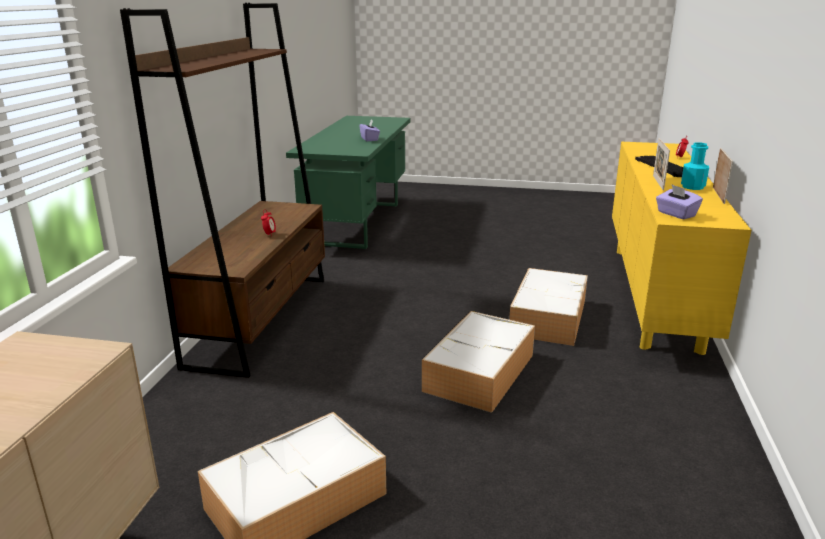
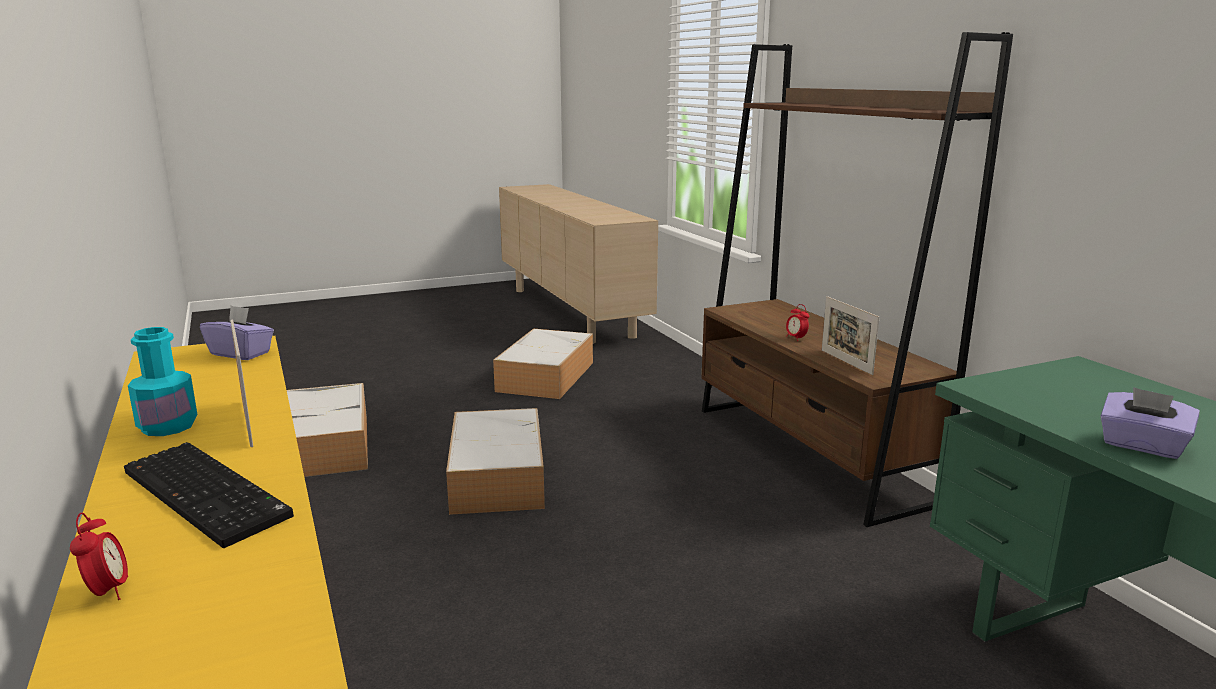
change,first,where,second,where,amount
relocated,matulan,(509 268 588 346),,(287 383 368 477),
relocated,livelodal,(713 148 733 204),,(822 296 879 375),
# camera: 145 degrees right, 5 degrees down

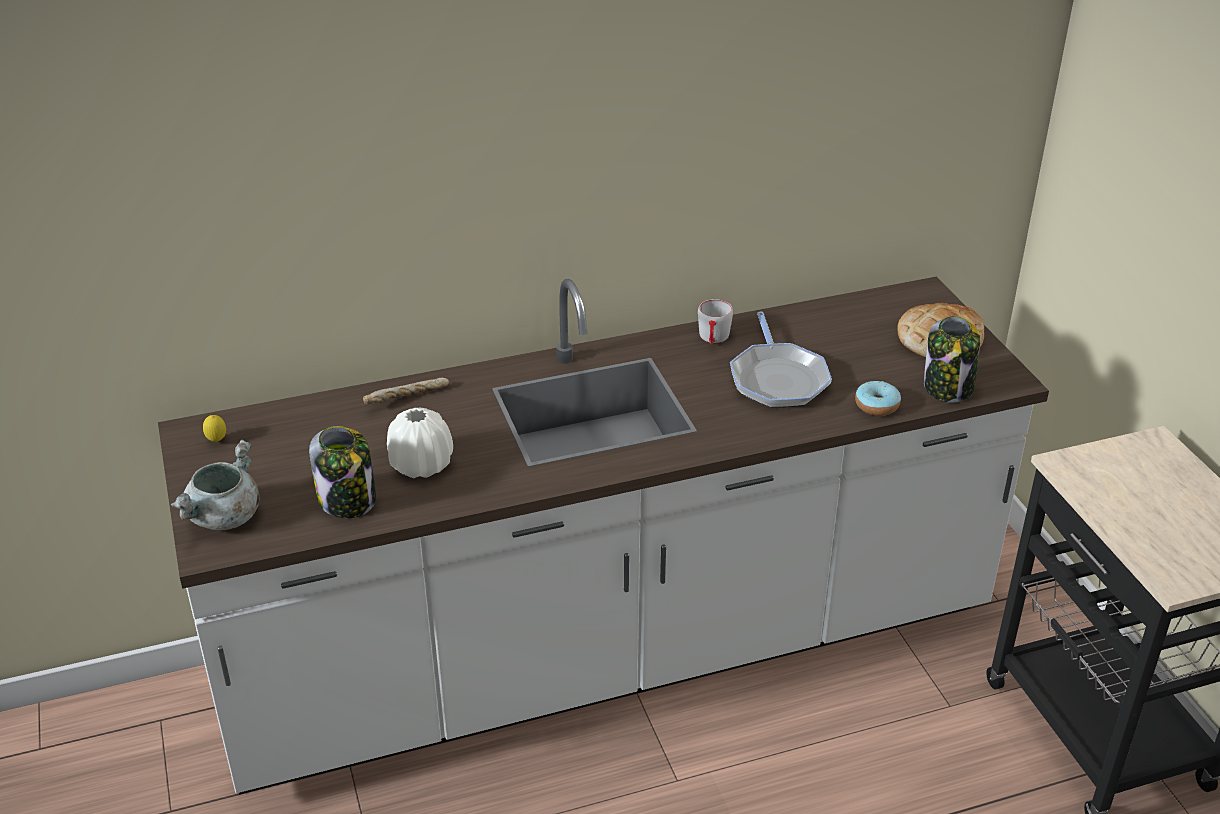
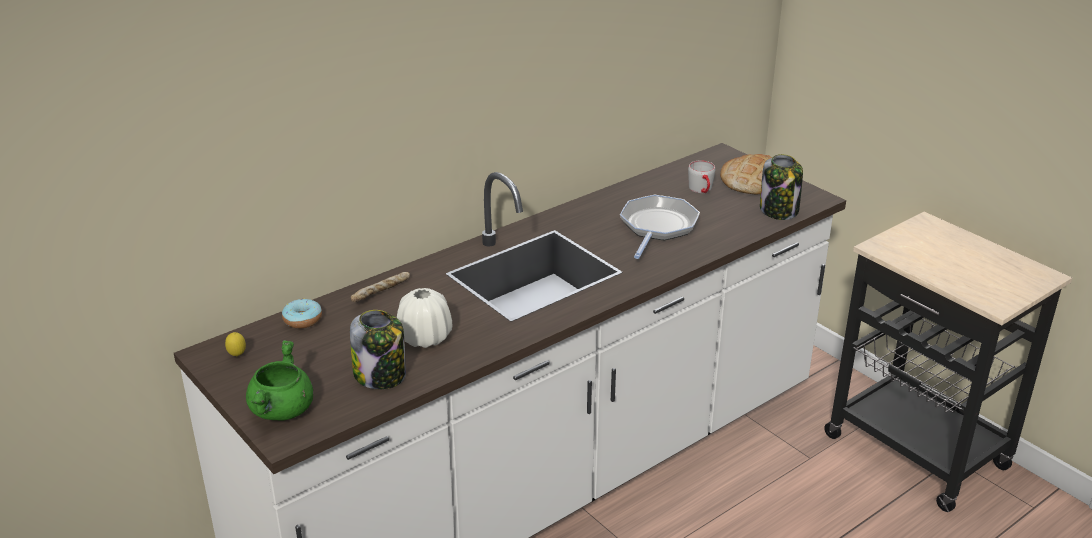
change,first,where,second,where,amount
colour,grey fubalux,(171 439 259 530),green fubalux,(246 340 313 420),
relocated,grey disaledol,(698 299 733 344),,(688 160 715 193),
spun,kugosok,(730 311 832 408),,(620 195 700 259),135 degrees counterclockwise
relocated,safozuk,(855 381 901 416),,(282 298 322 328),
# camera: 20 degrees left, 5 degrees down

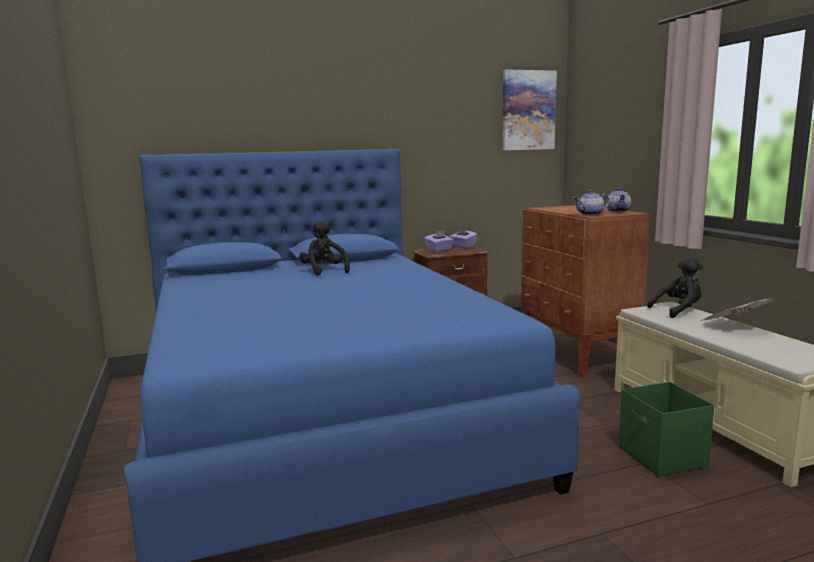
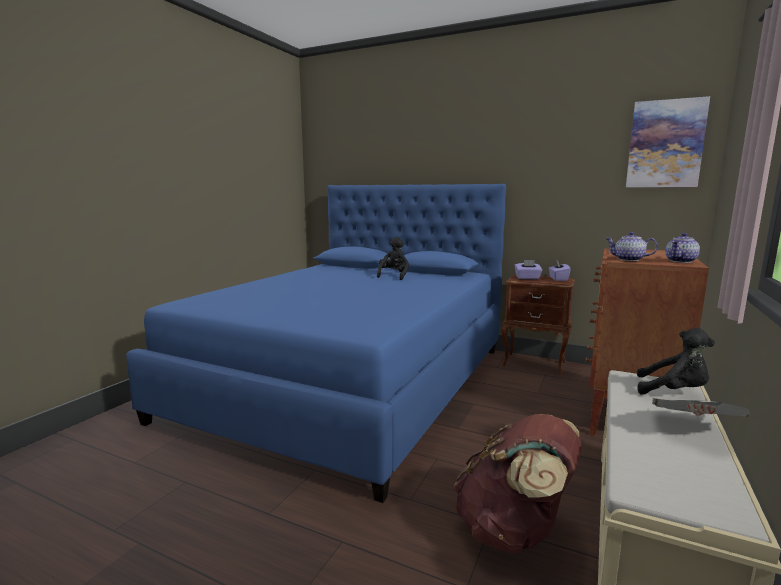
change,first,where,second,where,amount
exchanged,green matulan,(619 382 715 477),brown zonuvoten,(453 414 582 553),
# camera: 45 degrees right, 0 degrees up

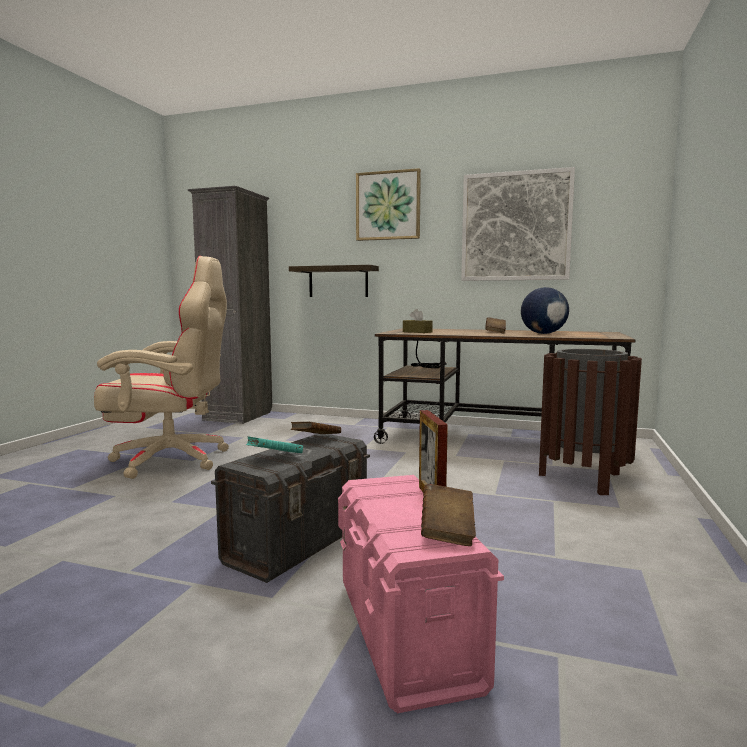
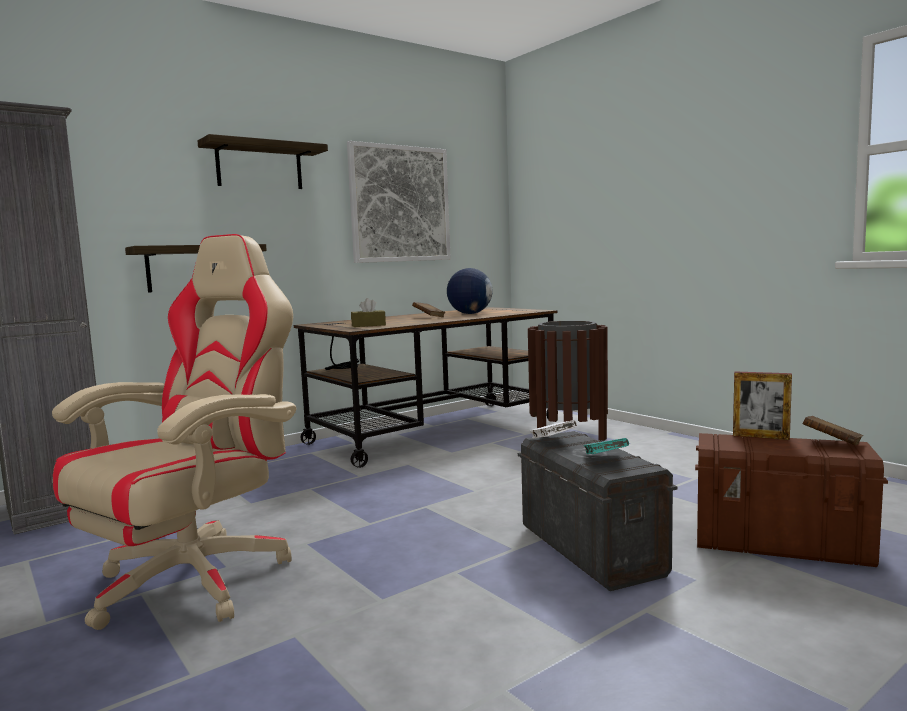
change,first,where,second,where,amount
colour,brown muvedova,(291 422 341 434),white muvedova,(530 420 577 439),
colour,pink matulan,(338 475 504 713),brown matulan,(695 433 888 567),
exchanged,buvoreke,(356 168 421 241),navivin,(198 134 328 189),
# camera: 55 degrees left, 0 degrees up

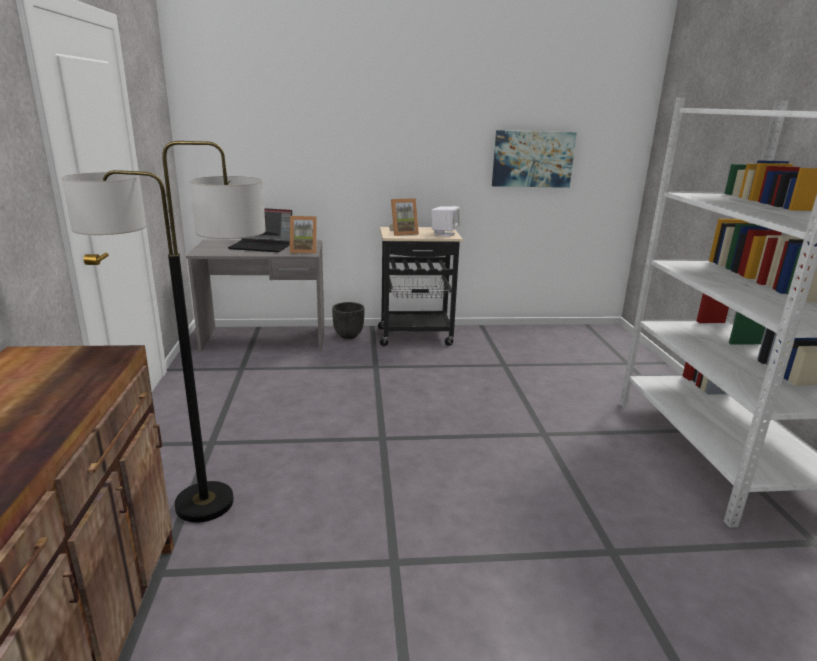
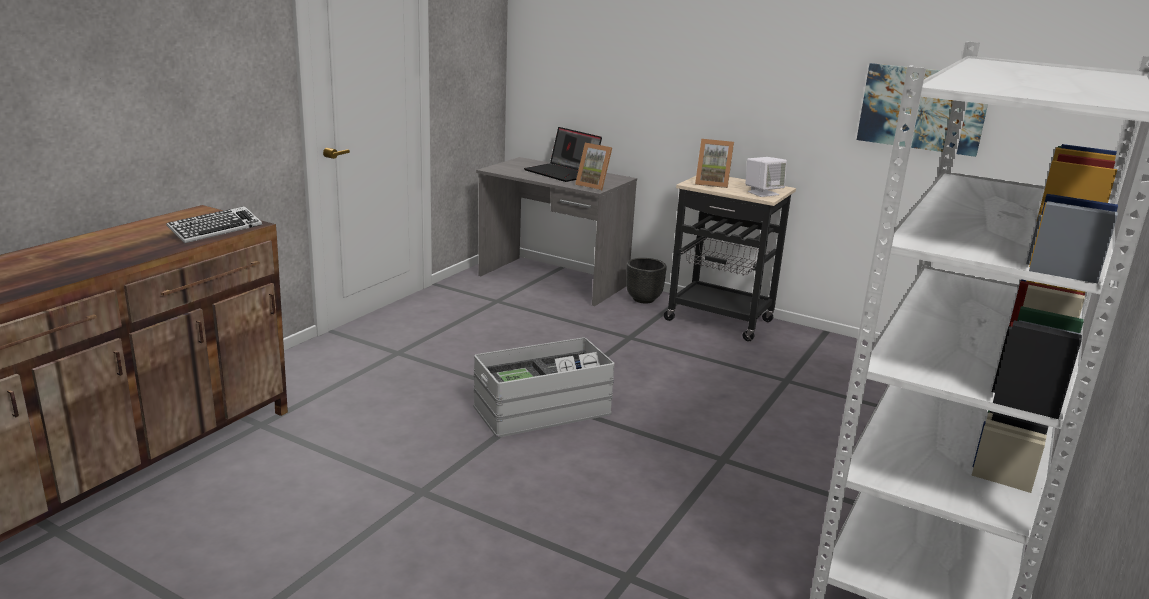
change,first,where,second,where,amount
missing,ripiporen,(62 141 266 523),,,
appeared,,,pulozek,(166 206 262 243),
appeared,,,grey matulan,(473 338 615 437),
# camera: 35 degrees right, 0 degrees up

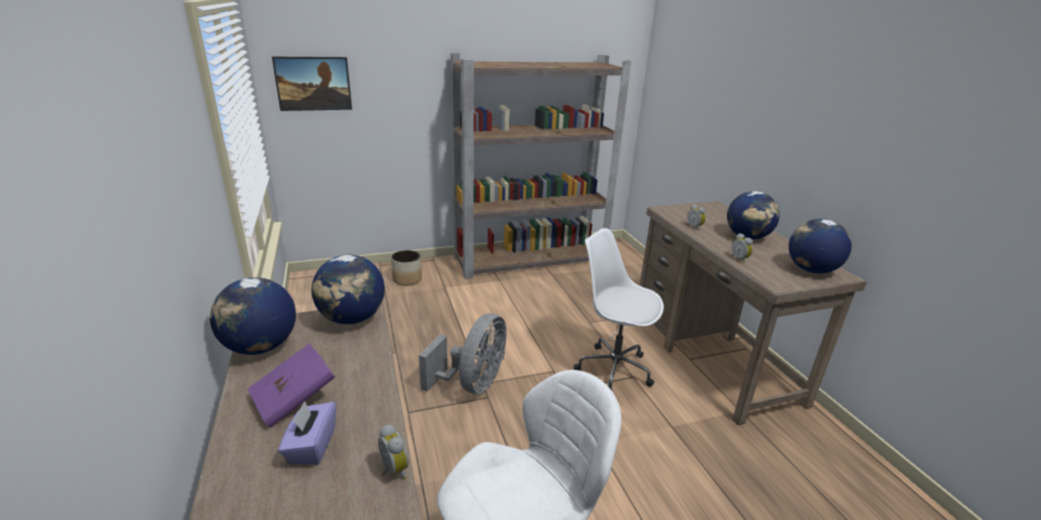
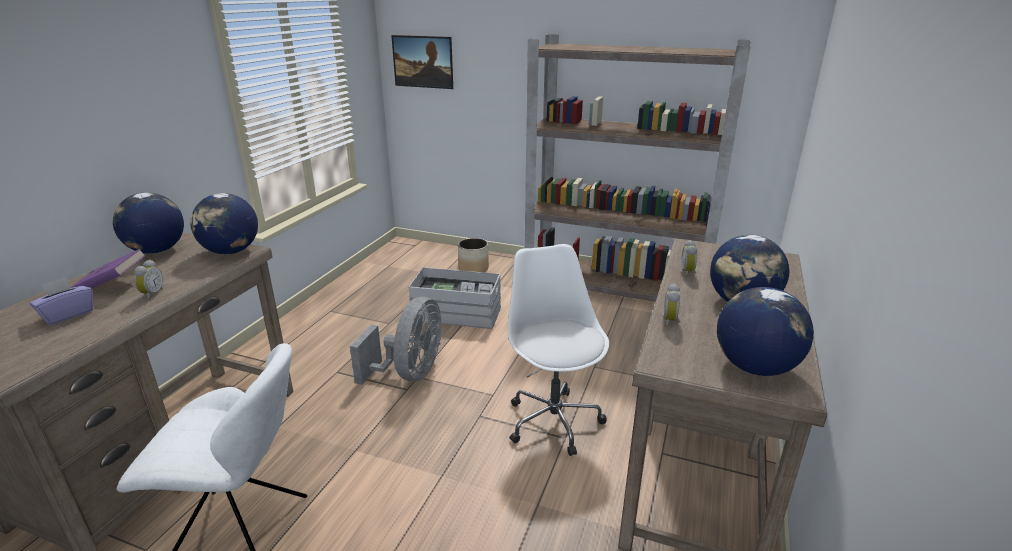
change,first,where,second,where,amount
relocated,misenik,(378 424 409 479),,(134 260 163 300),
spun,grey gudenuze,(419 313 507 394),,(350 297 441 385),45 degrees counterclockwise
appeared,,,grey matulan,(409 267 501 329),
# camera: 40 degrees right, 0 degrees up

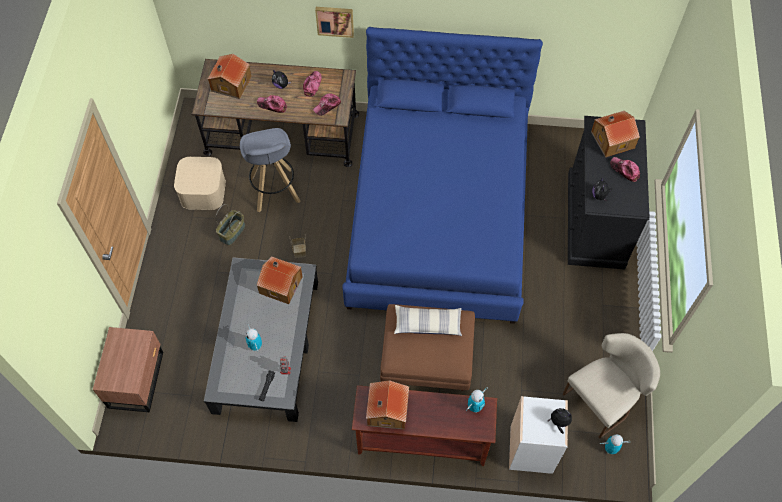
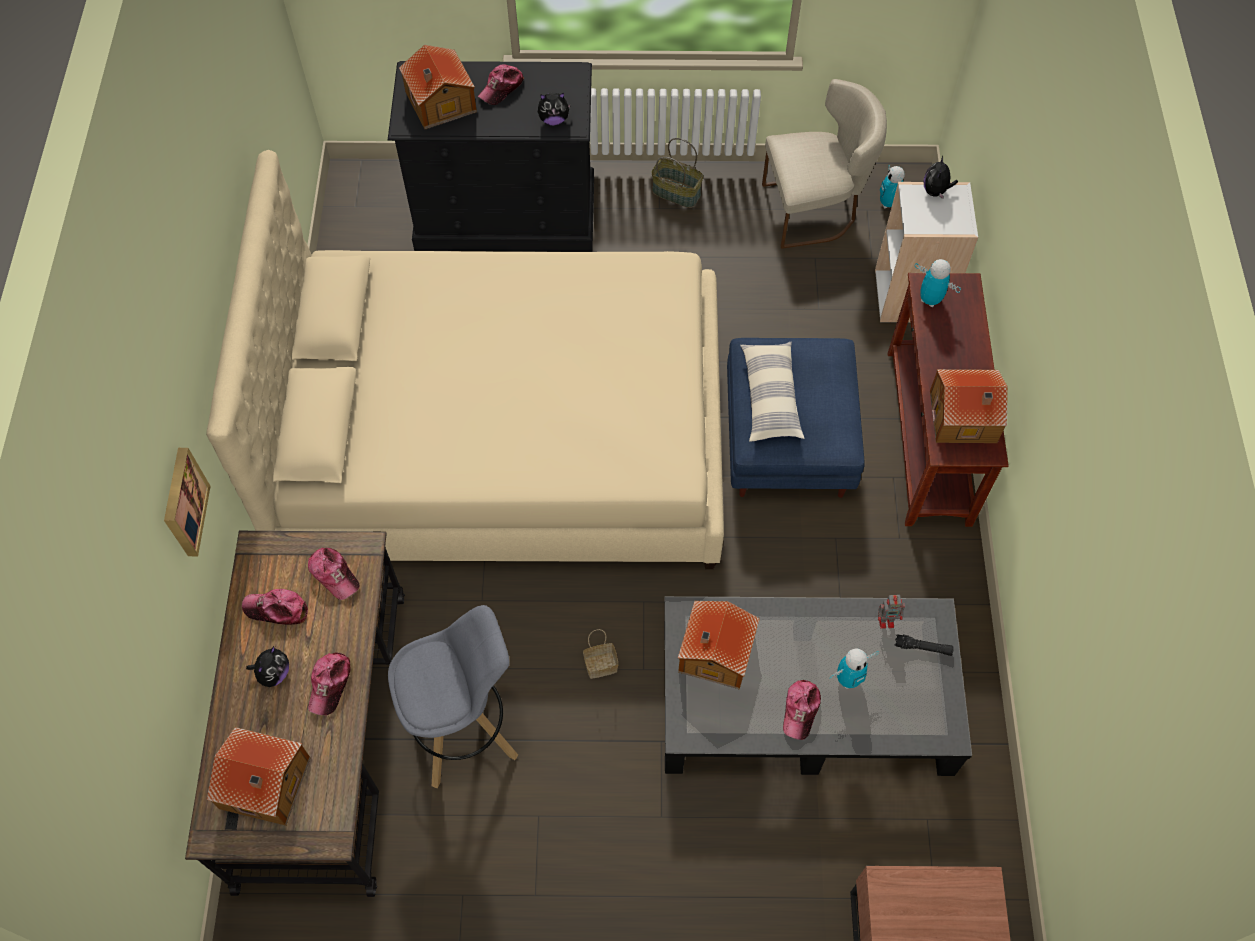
change,first,where,second,where,amount
missing,beige matulan,(174 157 226 210),,,
relocated,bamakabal,(215 204 245 245),,(652 138 703 208),
colour,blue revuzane,(342 27 543 324),beige revuzane,(206 150 724 569),
colour,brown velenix,(380 304 475 391),blue velenix,(727 338 865 498),
spun,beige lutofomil,(562 333 660 439),,(762 79 887 249),120 degrees clockwise
appeared,,,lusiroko,(783 680 821 740),
# camera: 95 degrees left, 0 degrees up

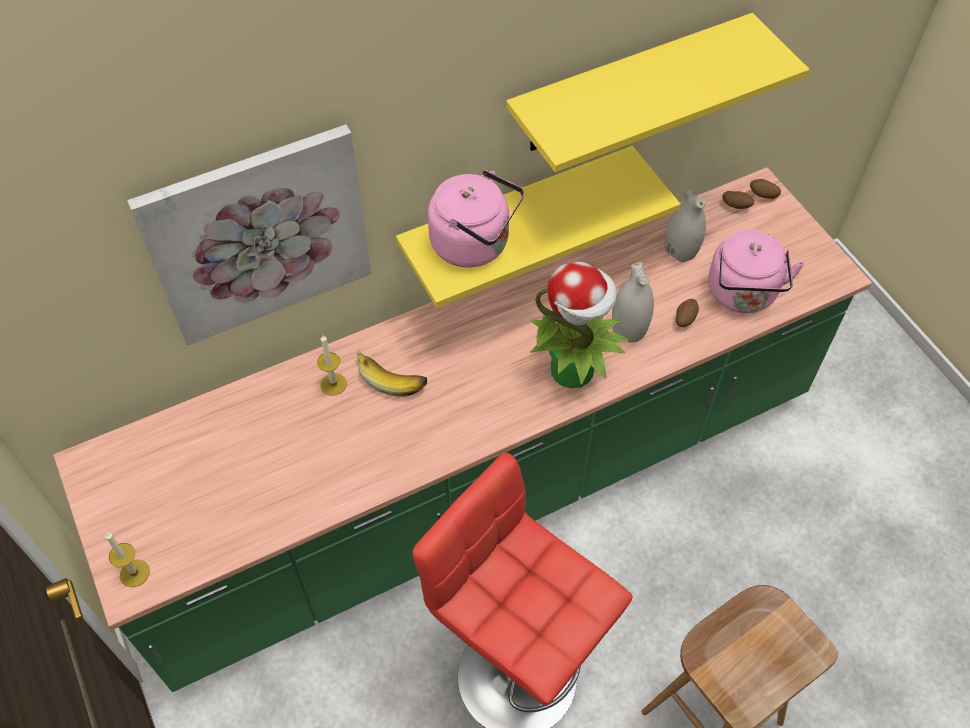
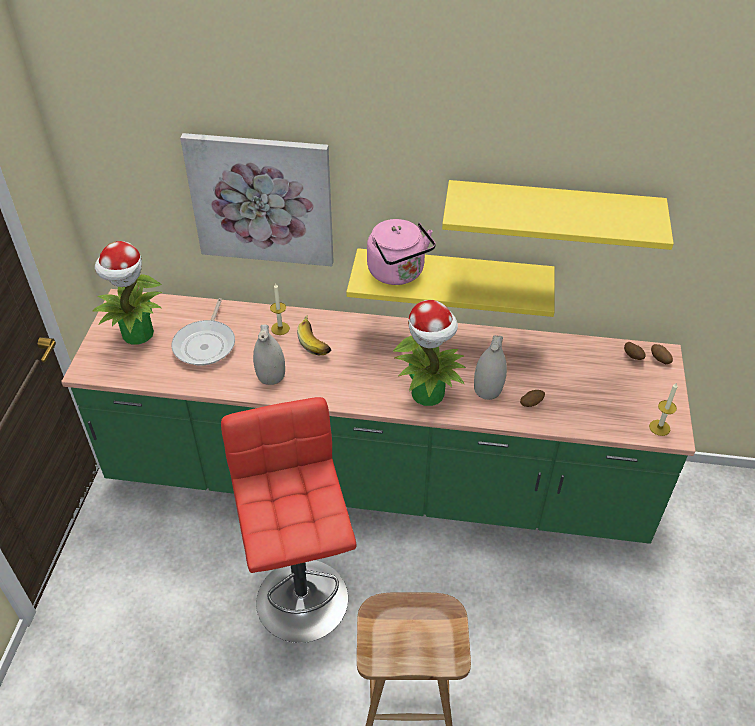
change,first,where,second,where,amount
relocated,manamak,(105 533 150 587),,(649 382 678 436),
relocated,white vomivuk,(665 189 706 262),,(253 325 285 385),
missing,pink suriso,(708 230 804 313),,,
appeared,,,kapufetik,(92 241 163 345),
appeared,,,kugosok,(172 298 235 366),
# camera: 35 degrees right, 10 degrees down

